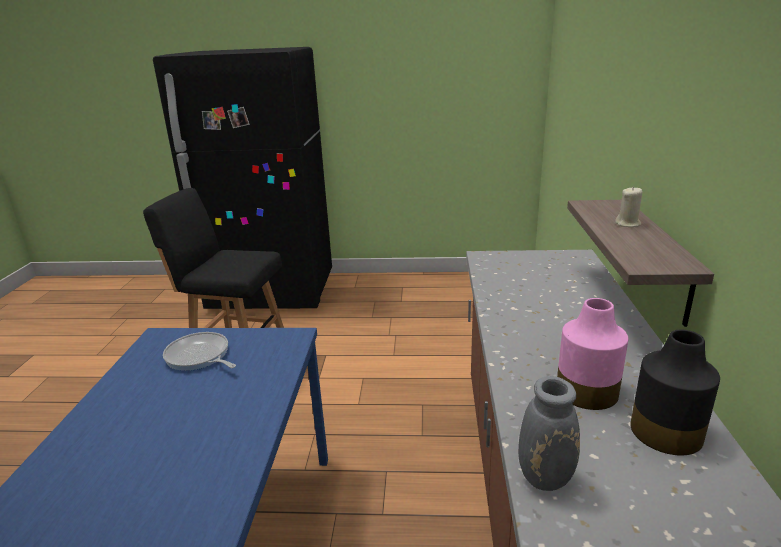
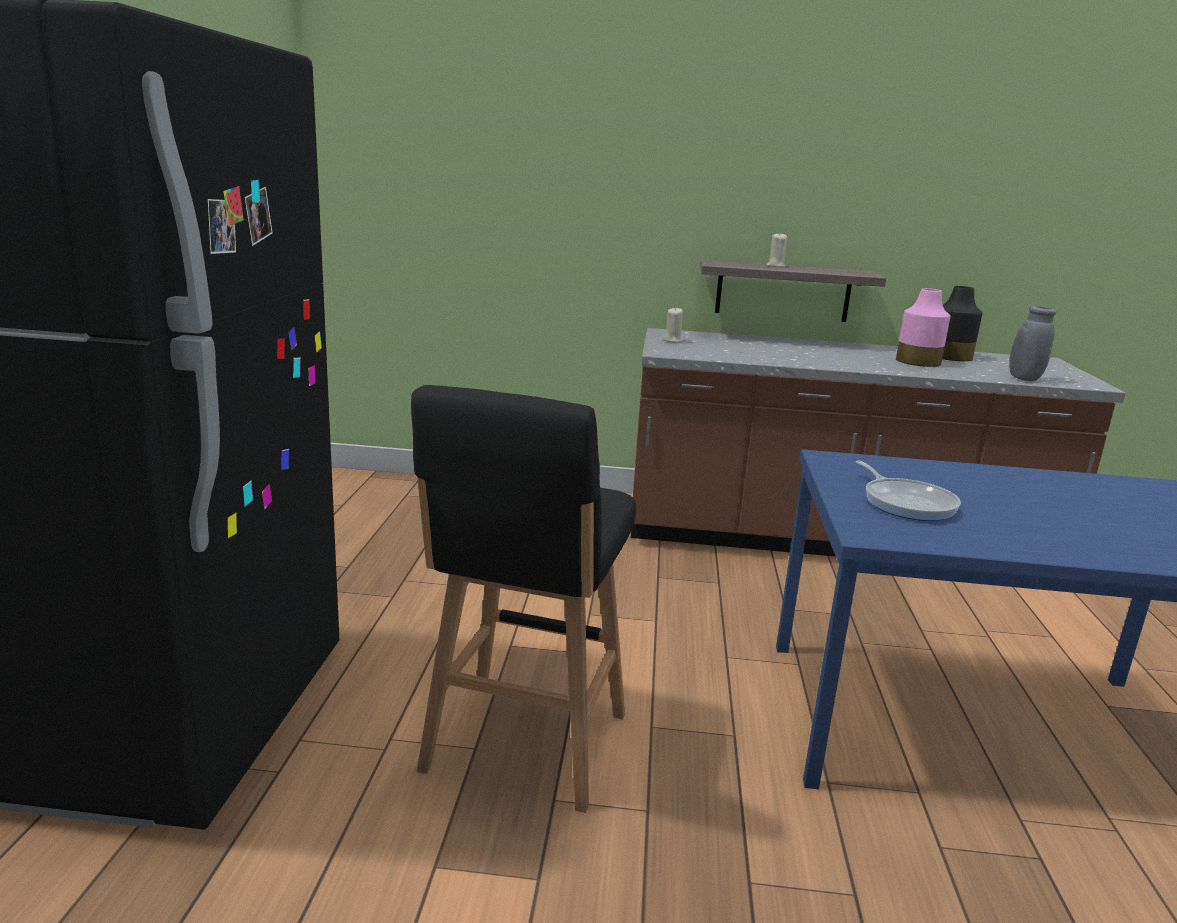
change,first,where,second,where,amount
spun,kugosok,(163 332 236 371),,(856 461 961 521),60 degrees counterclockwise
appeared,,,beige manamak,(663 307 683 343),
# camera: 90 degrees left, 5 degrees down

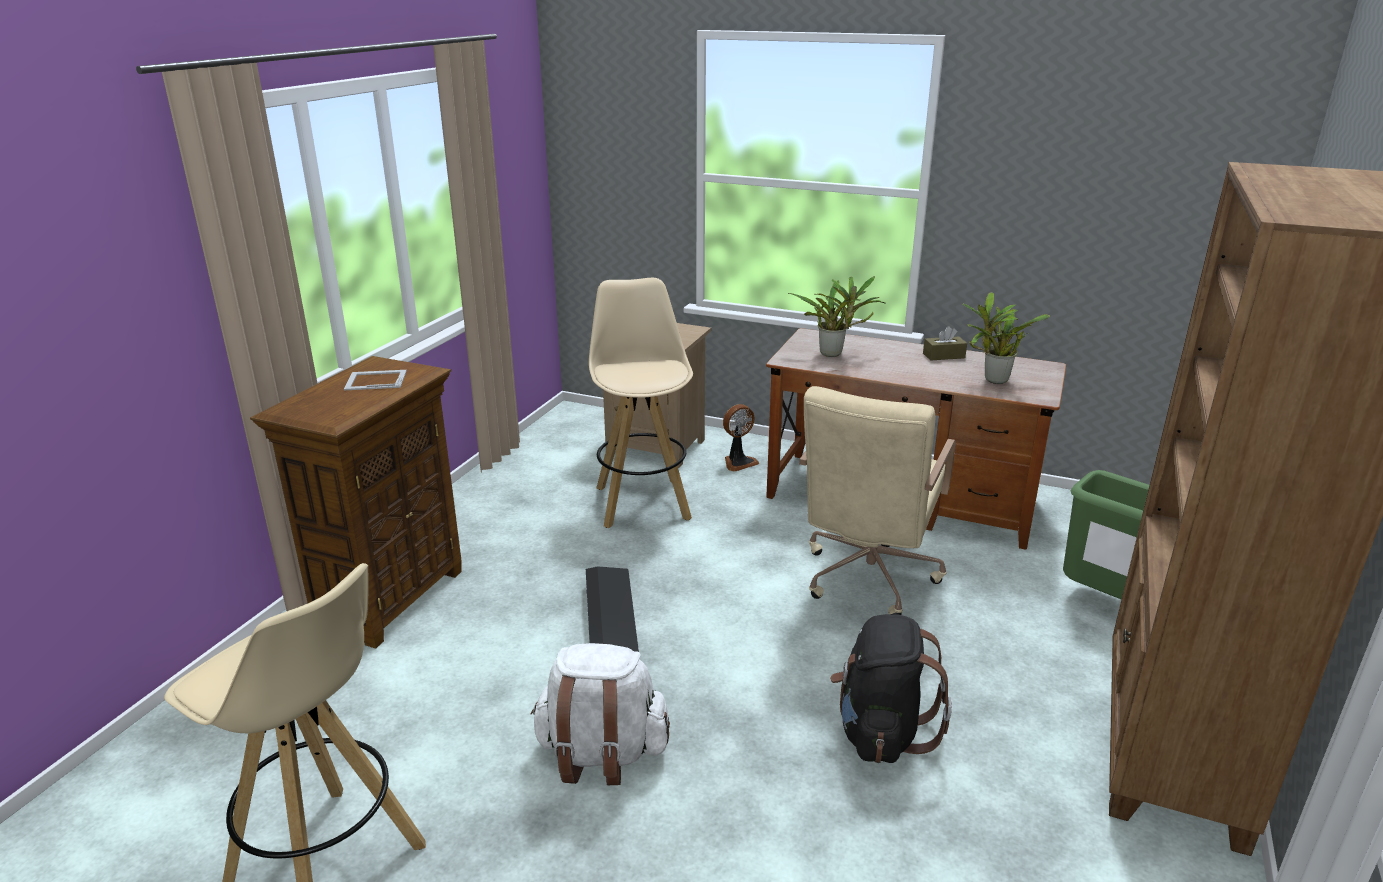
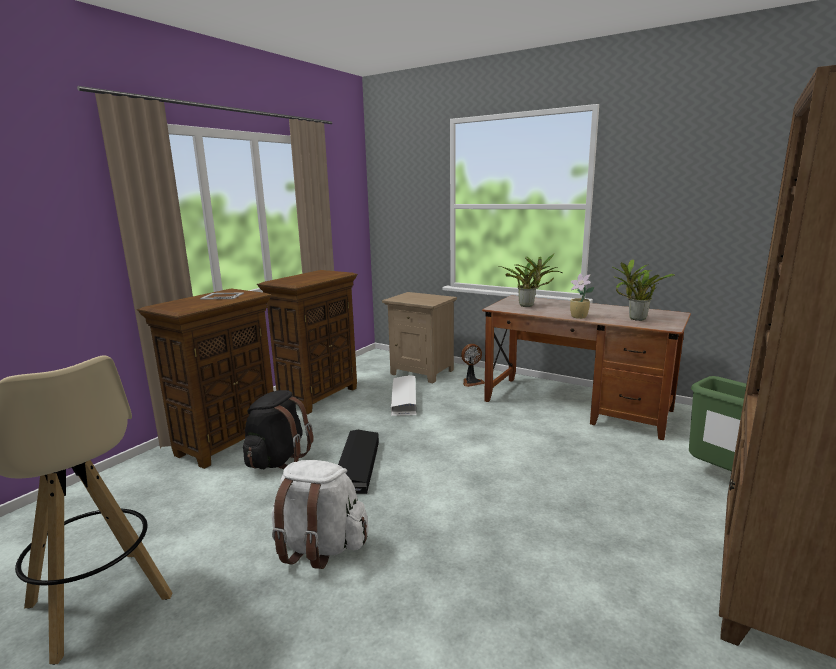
change,first,where,second,where,amount
exchanged,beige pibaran,(589 278 693 528),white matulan,(391 375 417 416),
missing,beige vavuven,(799 386 956 615),,,
relocated,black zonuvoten,(830 614 952 763),,(243 390 314 469),
missing,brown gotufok,(923 326 967 361),,,
appeared,,,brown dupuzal,(257 270 358 415),
appeared,,,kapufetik,(570 274 595 319),
# camera: 10 degrees right, 10 degrees down

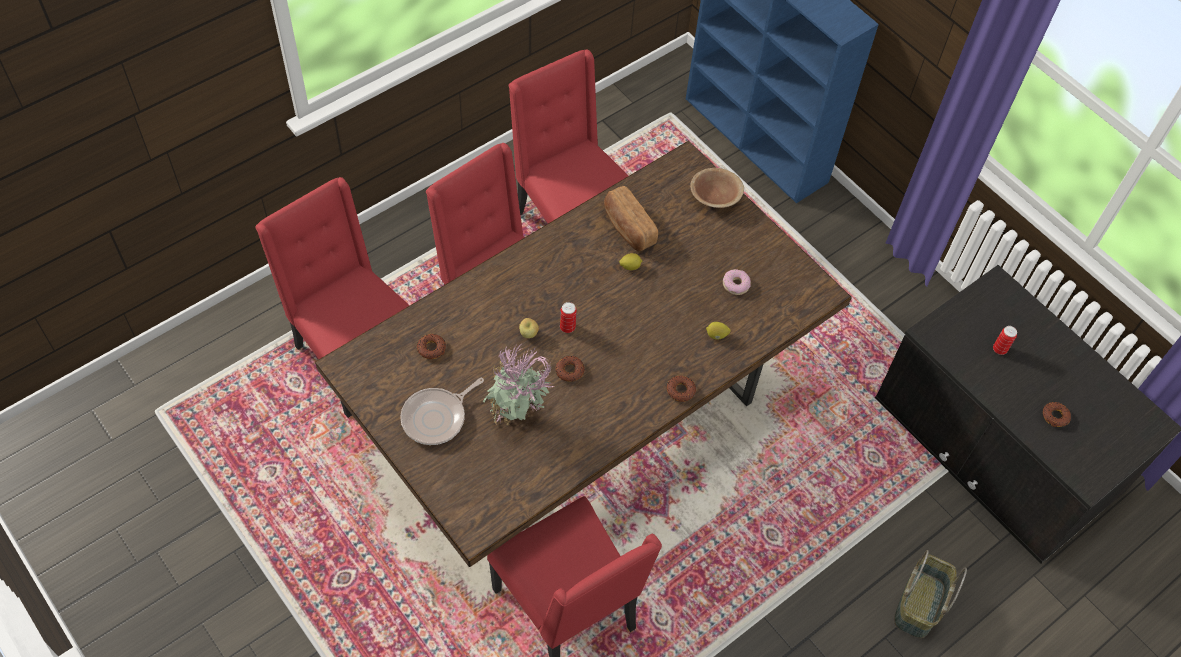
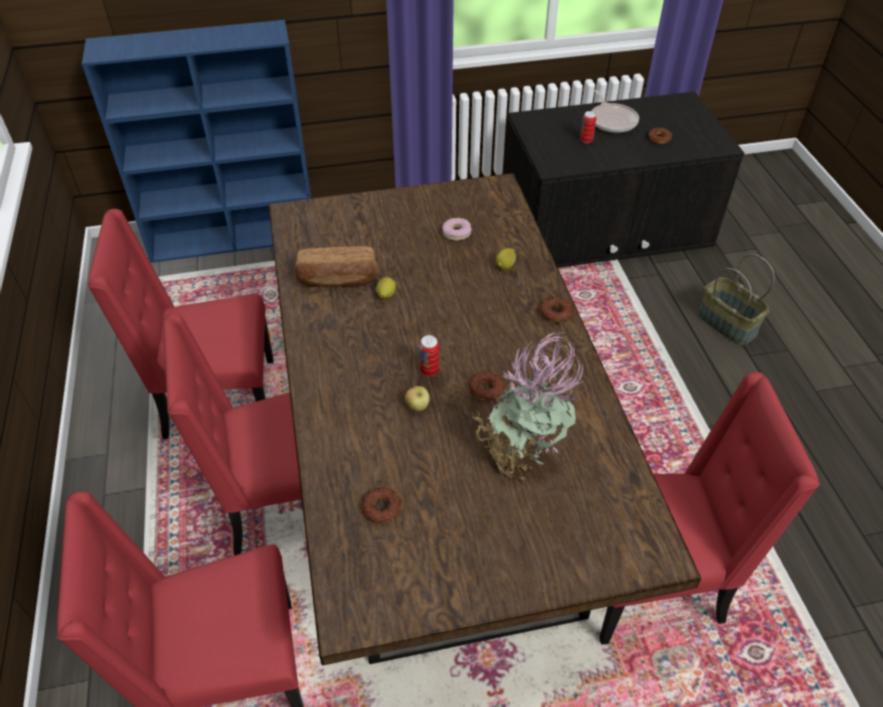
change,first,where,second,where,amount
relocated,kugosok,(400 378 484 445),,(592 90 639 133),
missing,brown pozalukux,(690 168 744 208),,,
# camera: 60 degrees left, 10 degrees down

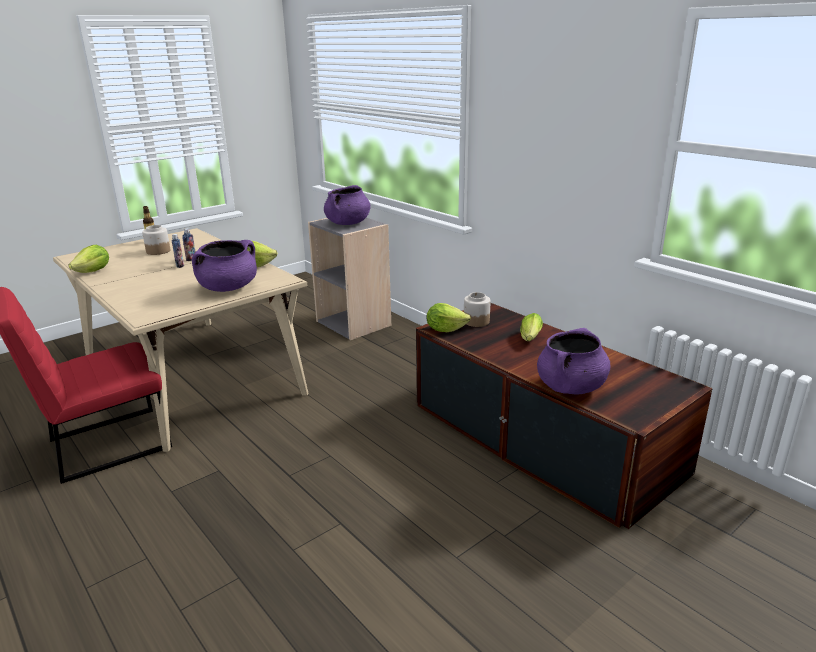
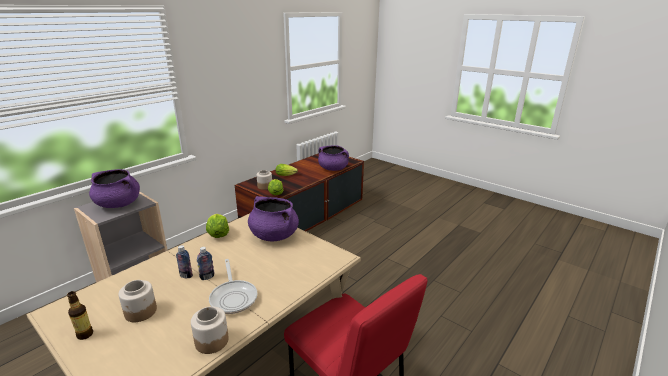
change,first,where,second,where,amount
exchanged,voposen,(68 245 109 273),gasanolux,(191 306 229 354),
appeared,,,kugosok,(209 259 257 314),
# camera: 100 degrees left, 0 degrees up

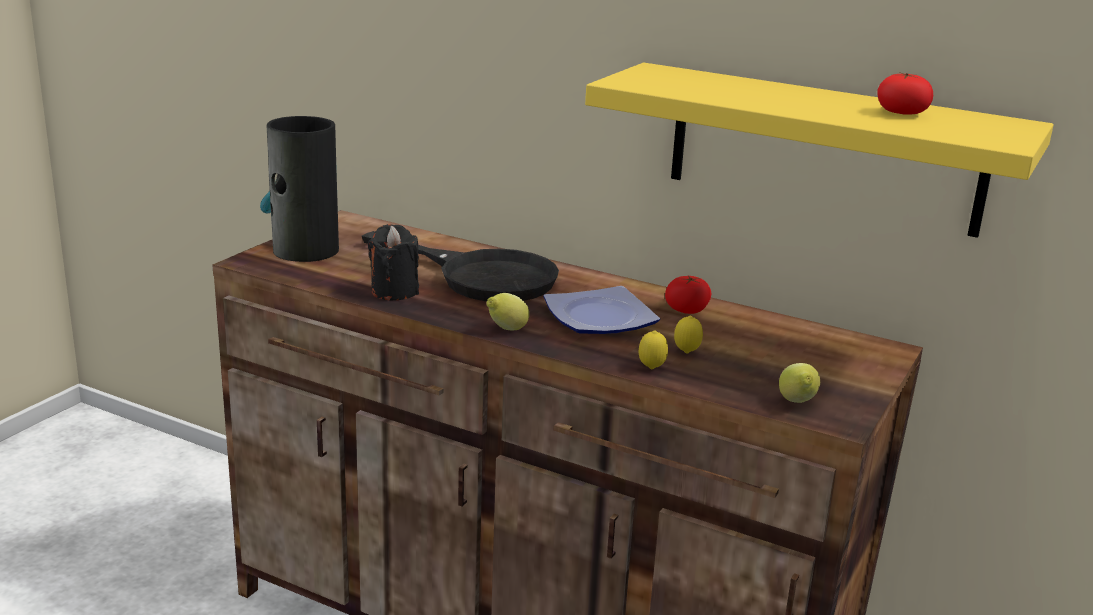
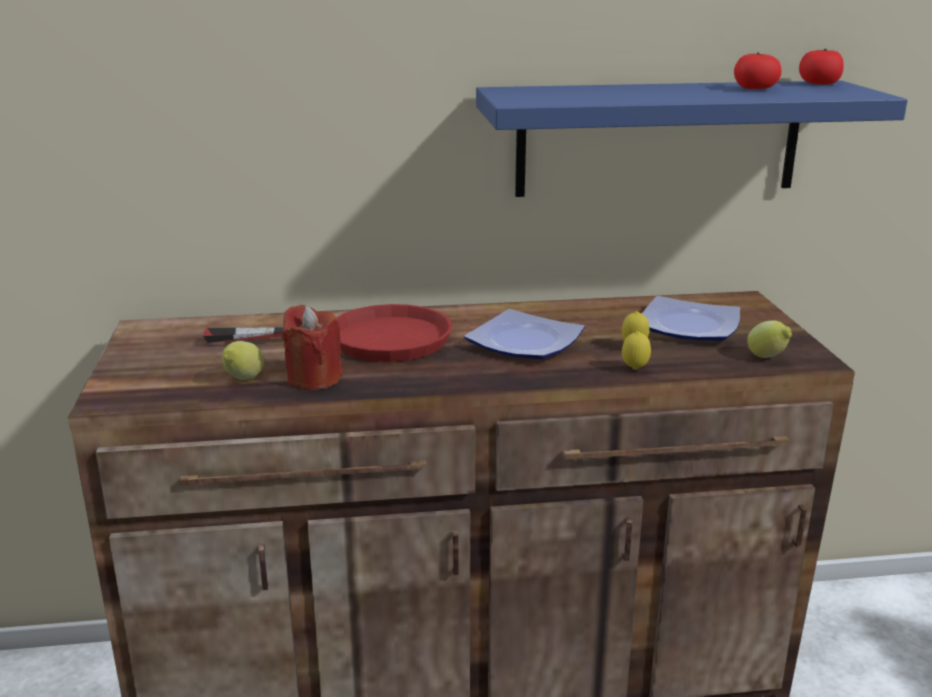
change,first,where,second,where,amount
missing,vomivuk,(260 116 339 262),,,
colour,black kugosok,(362 231 559 301),red kugosok,(203 304 453 362),
colour,black manamak,(368 224 419 301),red manamak,(282 305 342 390),
relocated,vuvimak,(487 293 529 331),,(222 341 264 380),
colour,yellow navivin,(585 63 1054 238),blue navivin,(476 80 908 197),
relocated,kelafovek,(665 276 711 314),,(799 49 844 85),
appeared,,,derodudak,(642 296 740 341),
# camera: 35 degrees left, 0 degrees up

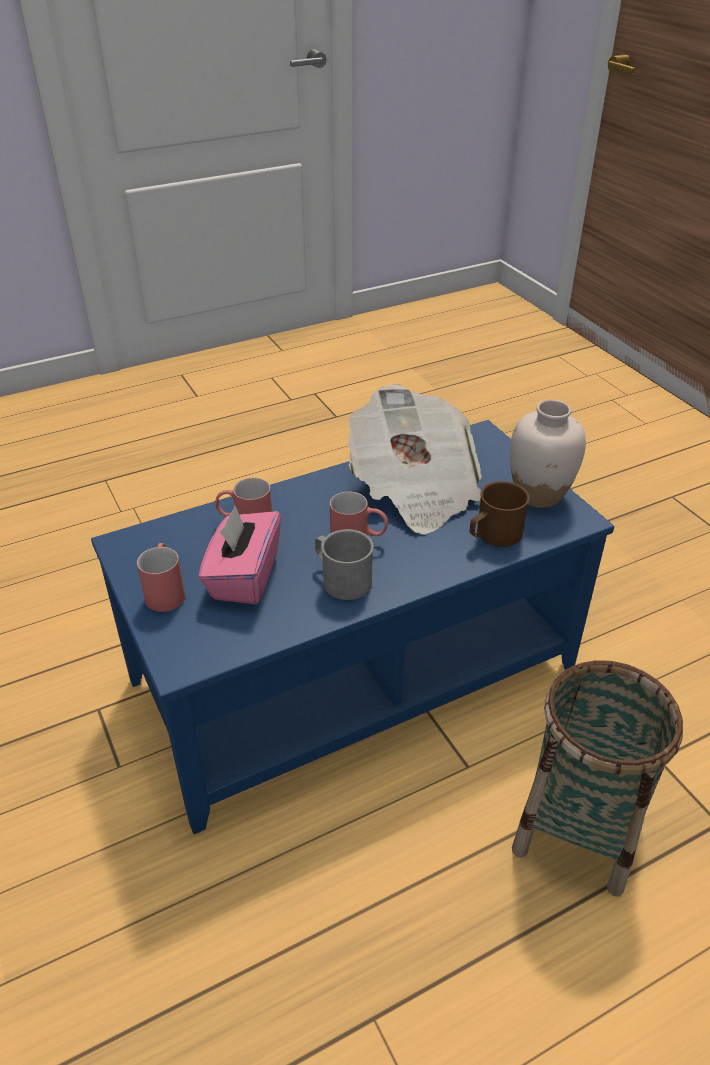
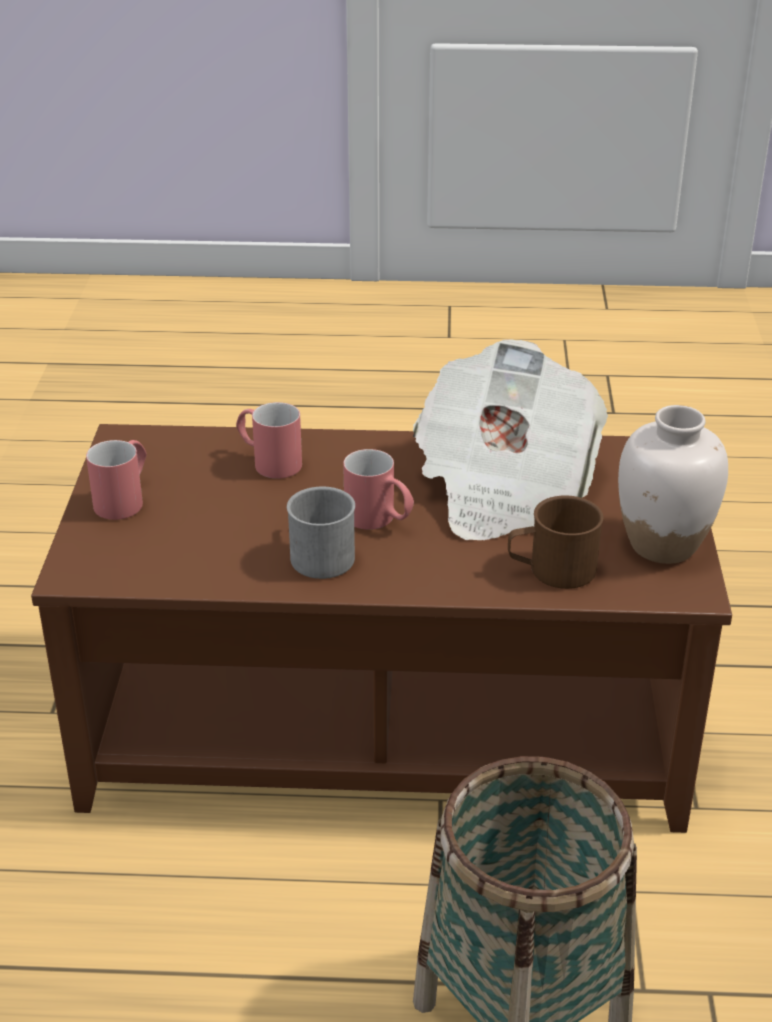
change,first,where,second,where,amount
colour,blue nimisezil,(91 420 614 834),brown nimisezil,(31 424 732 833),
missing,pink gotufok,(199 506 281 604),,,
# camera: 30 degrees right, 5 degrees down

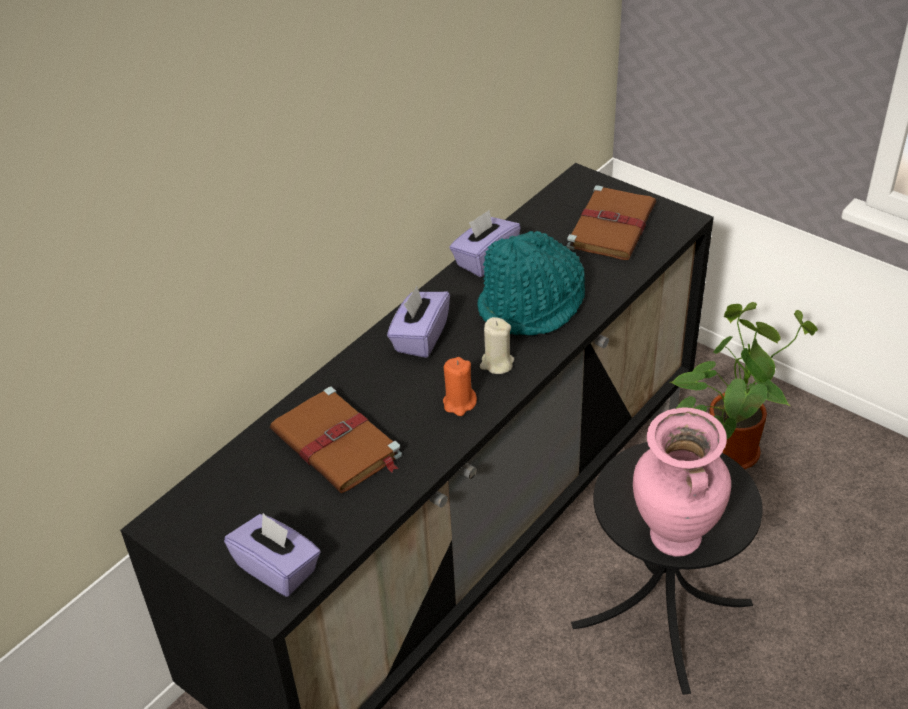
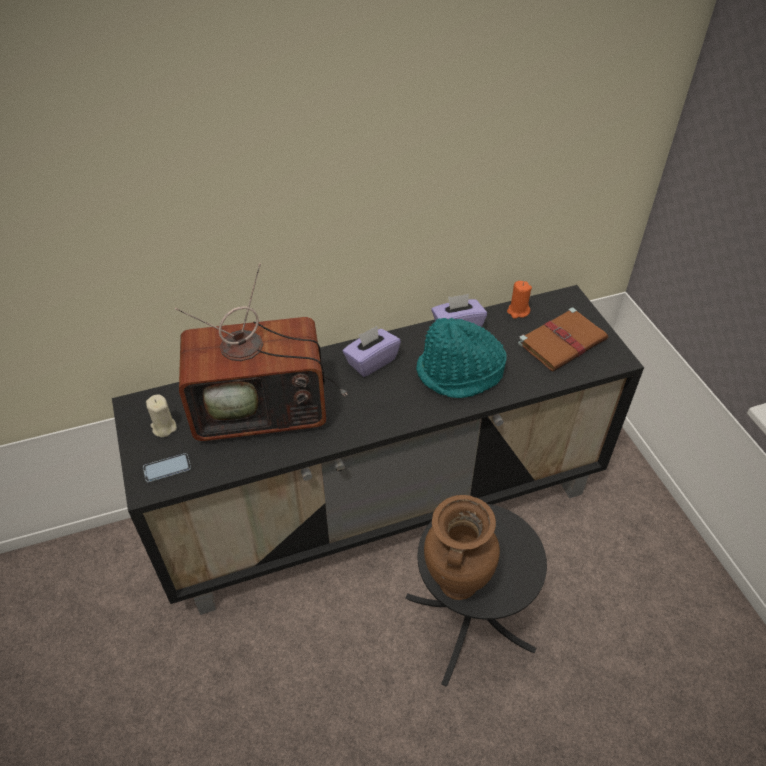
change,first,where,second,where,amount
exchanged,purple gotufok,(224 513 321 597),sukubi,(143 453 191 482),
exchanged,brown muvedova,(270 387 402 493),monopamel,(175 263 348 441),
relocated,orange manamak,(443 357 477 416),,(507 281 532 319),
relocated,beige manamak,(480 317 514 374),,(146 395 177 437),
colour,pink vomivuk,(633 408 731 557),brown vomivuk,(424 495 500 600),
missing,kapufetik,(670 302 818 469),,,
# camera: 30 degrees right, 5 degrees up

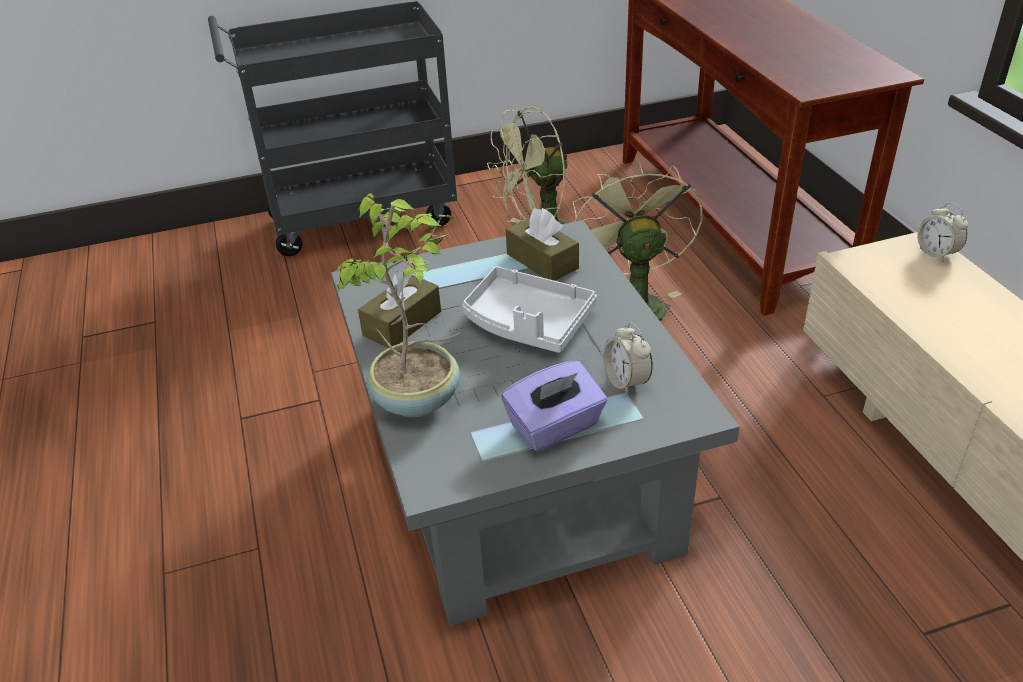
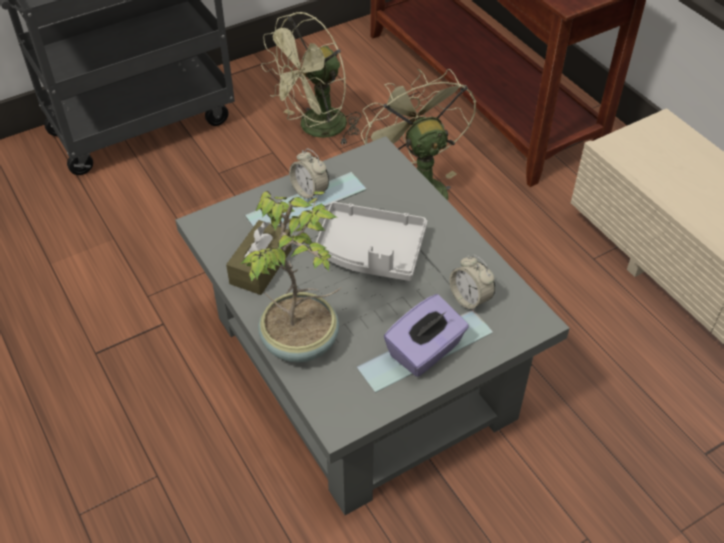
change,first,where,second,where,amount
missing,brown gotufok,(506 208 579 281),,,
relocated,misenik,(917 203 968 262),,(289 148 329 200),
# camera: 15 degrees left, 10 degrees up

